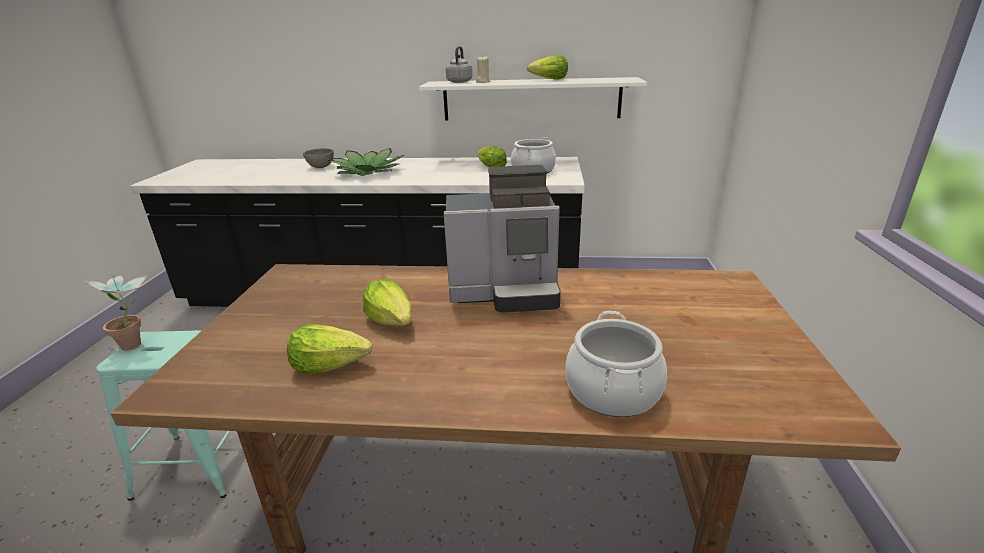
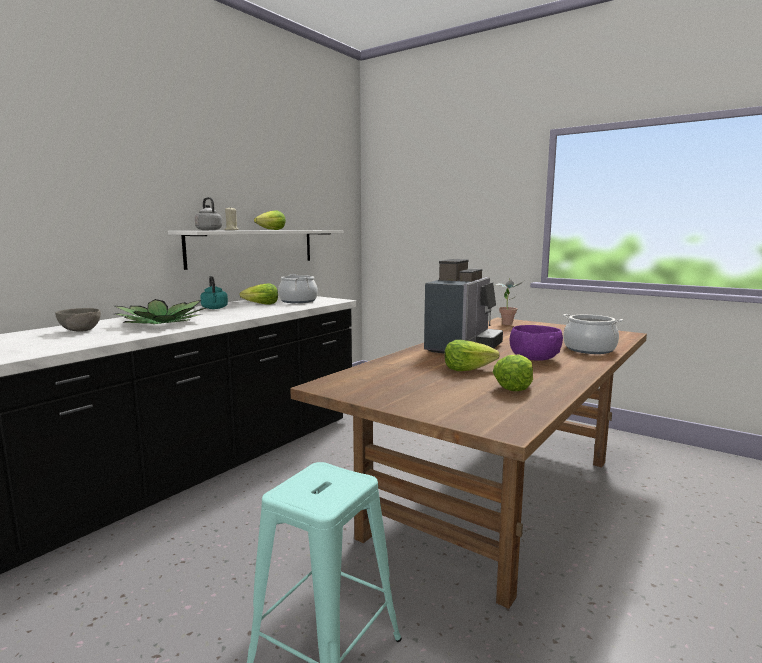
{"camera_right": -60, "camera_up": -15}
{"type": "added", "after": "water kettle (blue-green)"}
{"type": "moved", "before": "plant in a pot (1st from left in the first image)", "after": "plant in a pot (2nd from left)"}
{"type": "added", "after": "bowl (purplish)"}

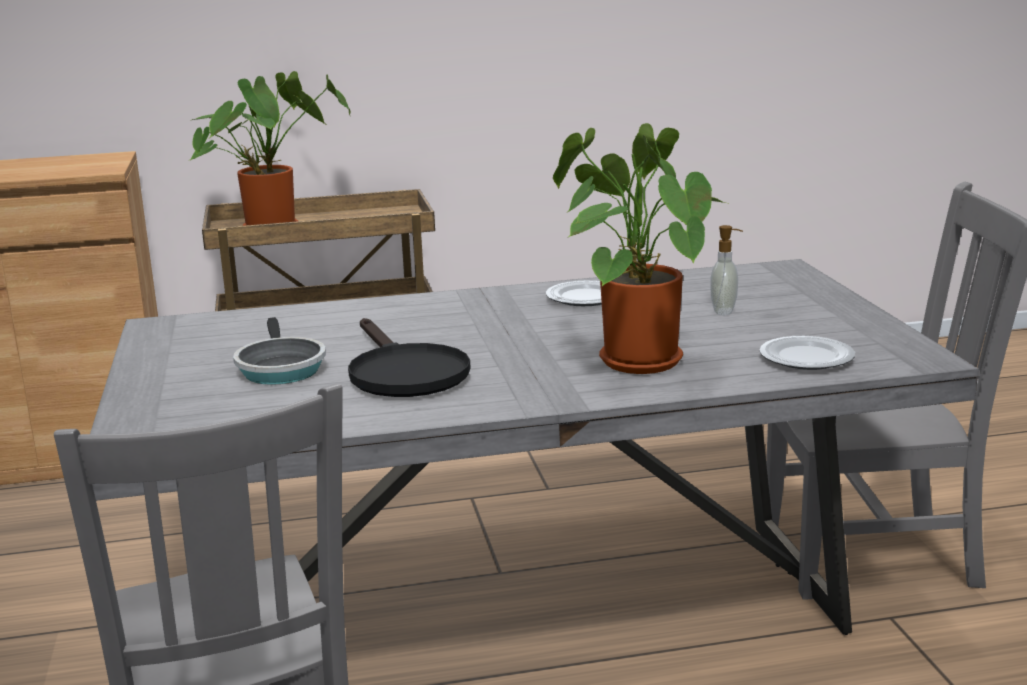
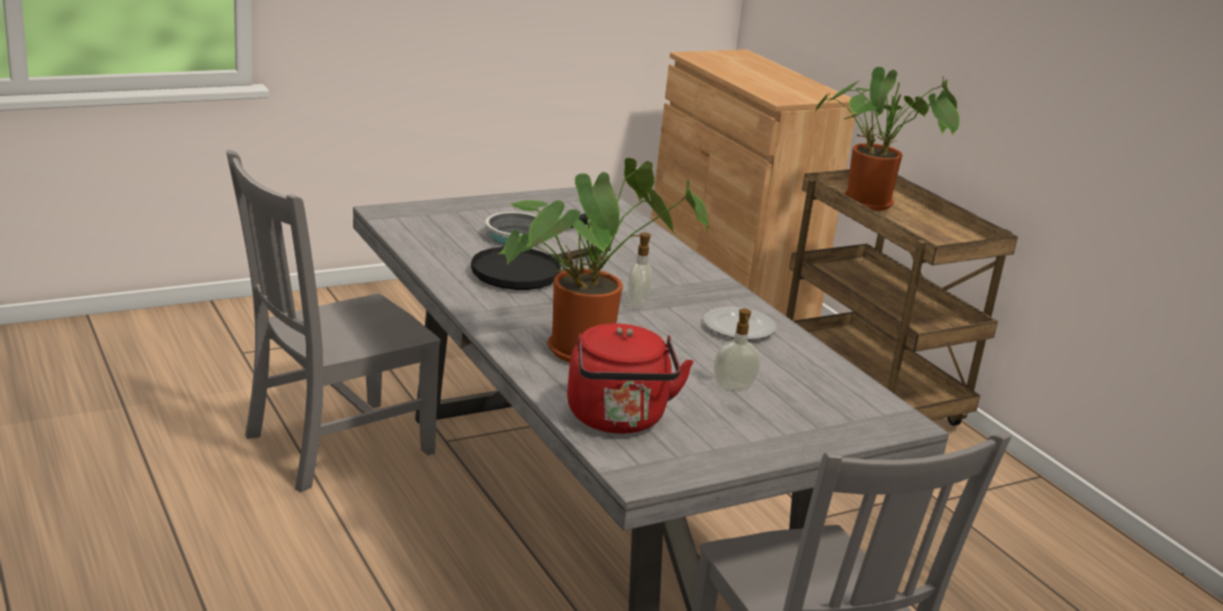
{"camera_right": 70, "camera_up": 5}
{"type": "replaced", "before": "plate (2nd from left)", "after": "water kettle (red)"}
{"type": "added", "after": "liquid soap bottle (1st from left)"}

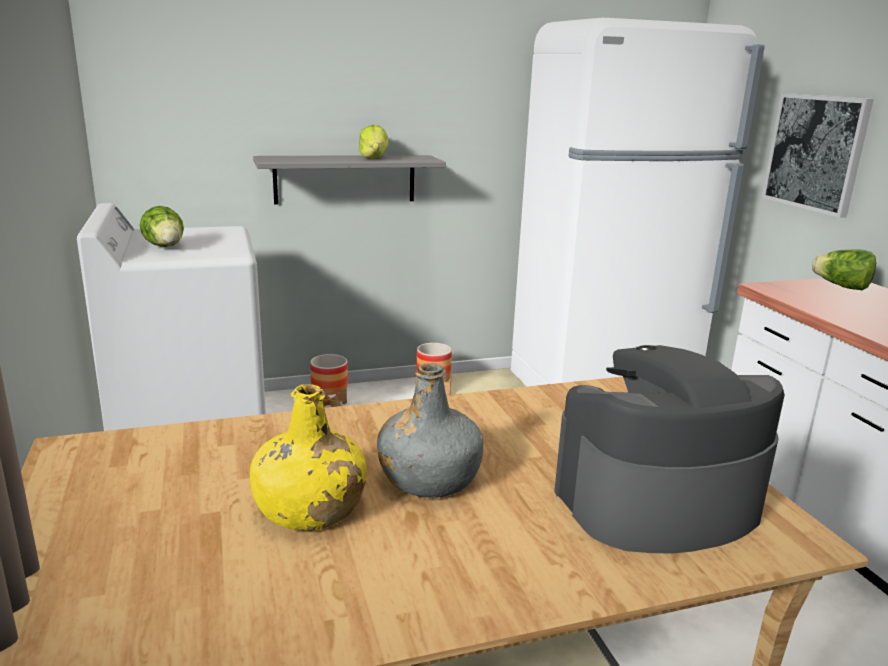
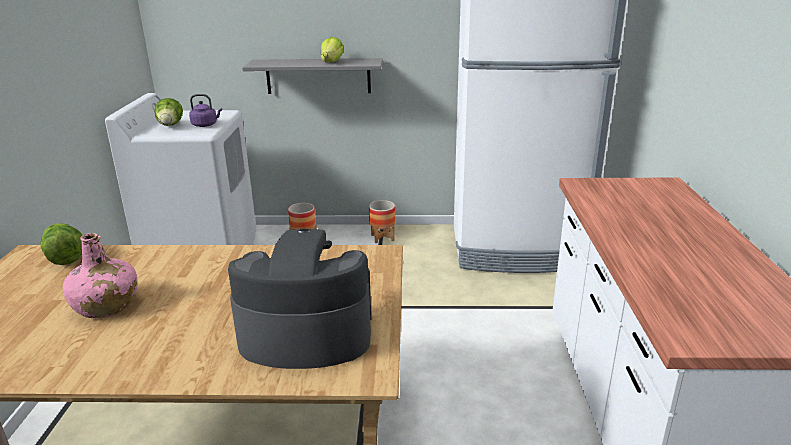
{"camera_right": 20, "camera_up": 5}
{"type": "moved", "before": "lettuce (3rd from left in the first image)", "after": "lettuce (1st from left)"}
{"type": "recoloured", "before": "bottle (yellow)", "after": "bottle (pink-coloured)"}
{"type": "added", "after": "water kettle (purplish)"}
{"type": "removed", "before": "bottle (greyish)"}
{"type": "removed", "before": "wall picture"}

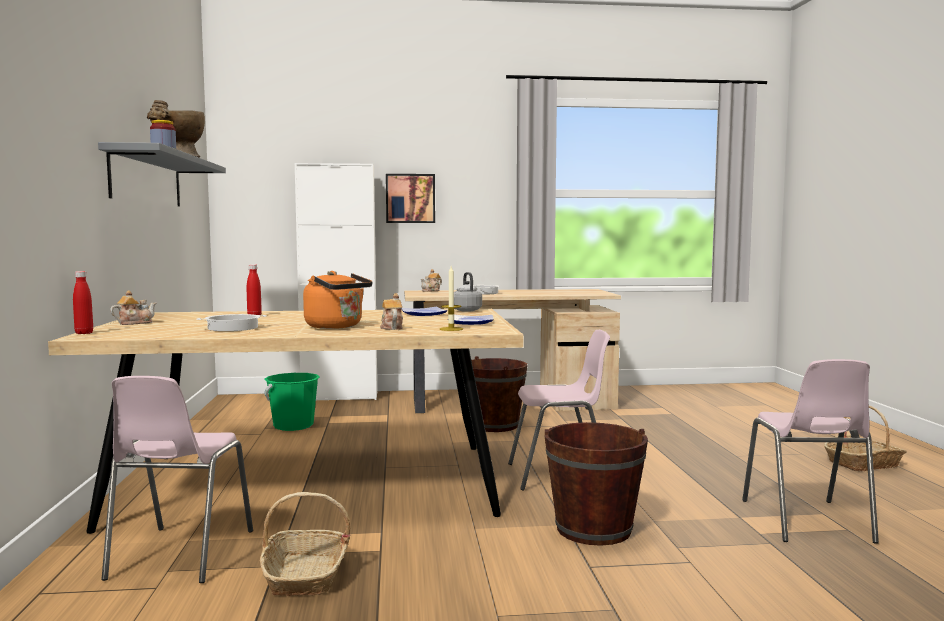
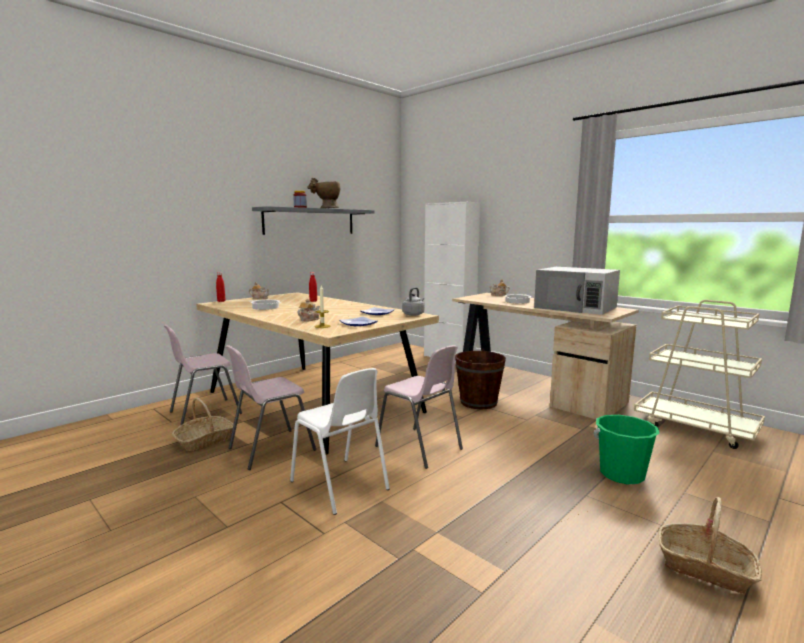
{"camera_right": 50, "camera_up": 5}
{"type": "moved", "before": "upright chair (pink-coloured) (3rd from left in the first image)", "after": "upright chair (pink-coloured) (2nd from left)"}
{"type": "replaced", "before": "water bucket (brown) (2nd from left)", "after": "upright chair (white-coloured)"}
{"type": "added", "after": "microwave (white-coloured)"}
{"type": "moved", "before": "water bucket (green-coloured)"}
{"type": "added", "after": "trolley (beige-coloured)"}
{"type": "removed", "before": "water kettle (orange-coloured)"}
{"type": "removed", "before": "wall picture"}

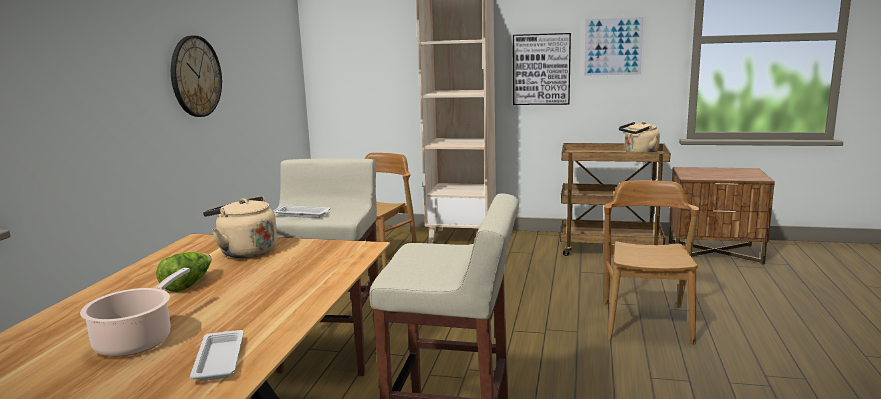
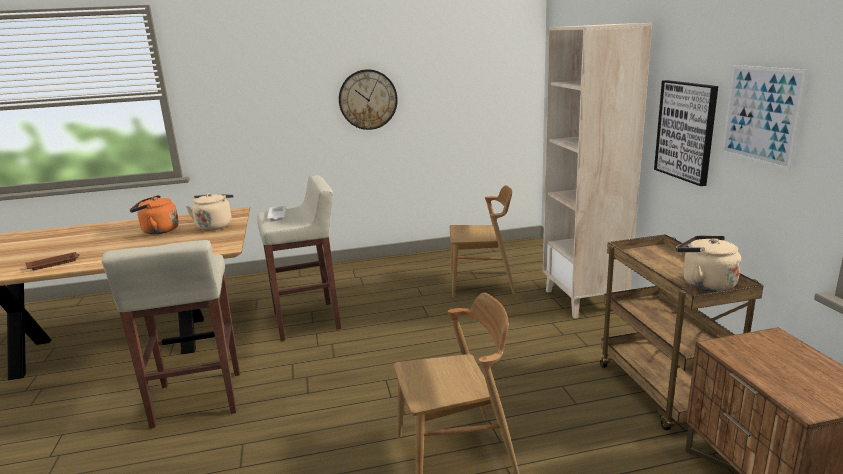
{"camera_right": 65, "camera_up": 5}
{"type": "recoloured", "before": "tray (white-coloured) (1st from left)", "after": "tray (brown)"}
{"type": "replaced", "before": "lettuce", "after": "water kettle (orange-coloured)"}
{"type": "removed", "before": "saucepot"}

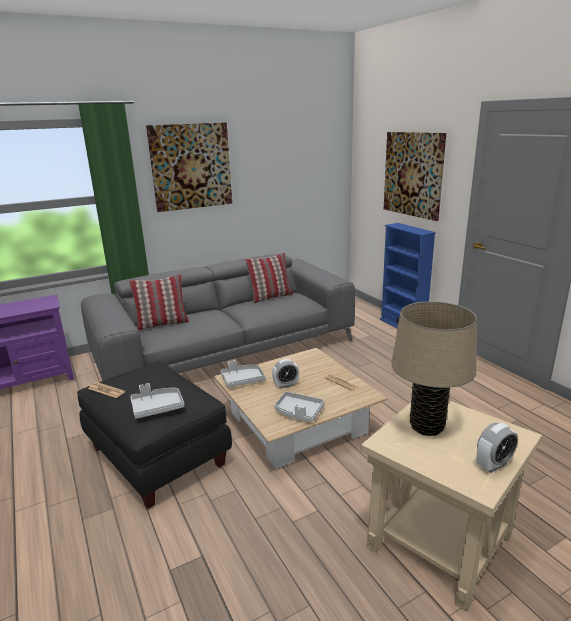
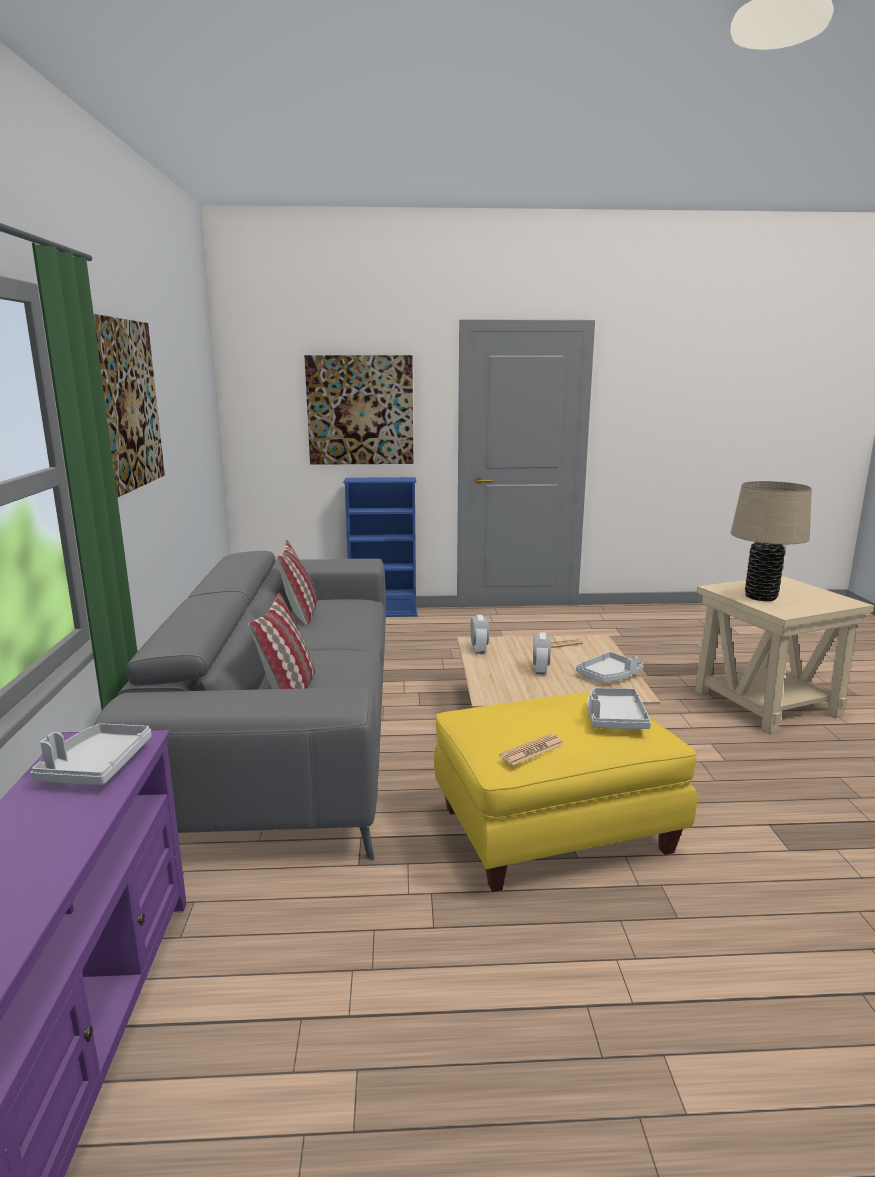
{"camera_right": -65, "camera_up": -5}
{"type": "moved", "before": "tray (greyish) (2nd from left in the first image)", "after": "tray (greyish) (1st from left)"}
{"type": "recoloured", "before": "footrest (blackish)", "after": "footrest (yellow)"}
{"type": "moved", "before": "table clock (2nd from left in the first image)", "after": "table clock (1st from left)"}

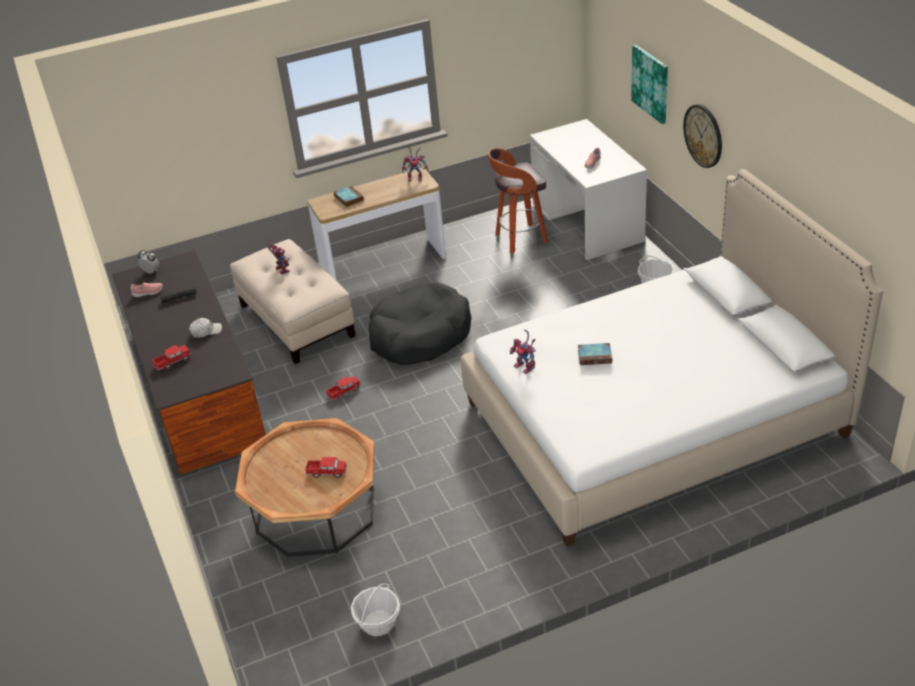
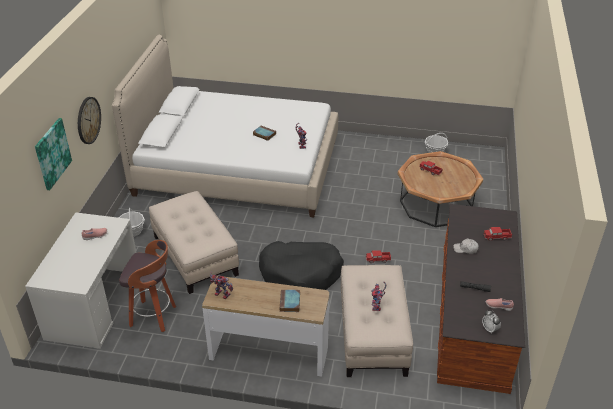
{"camera_right": -150, "camera_up": 0}
{"type": "added", "after": "footrest (beige-coloured) (1st from left)"}

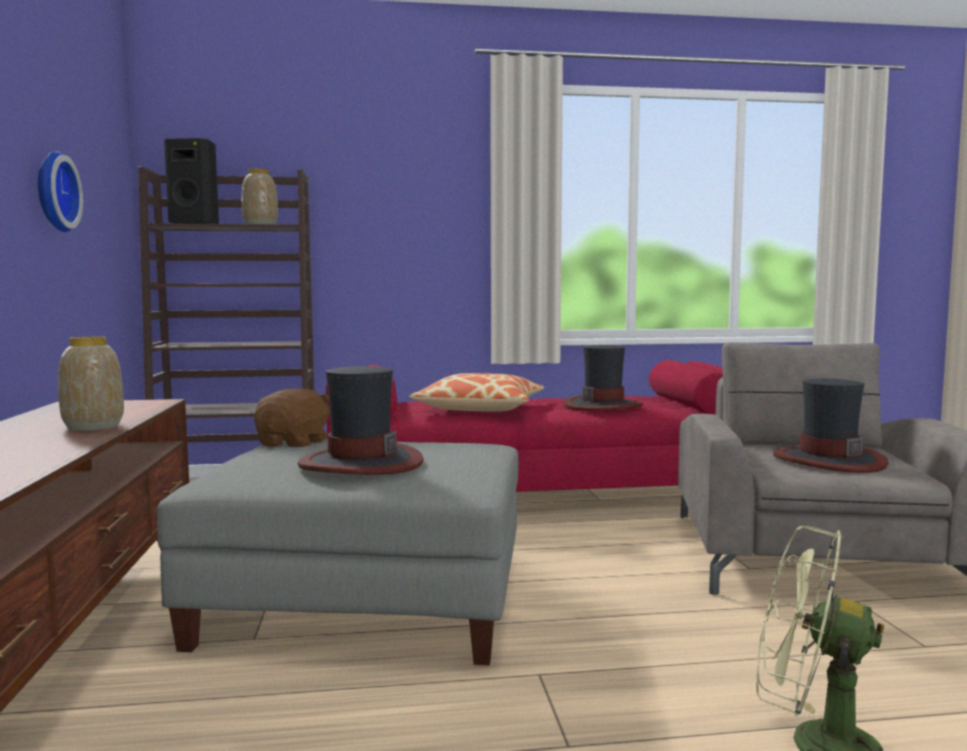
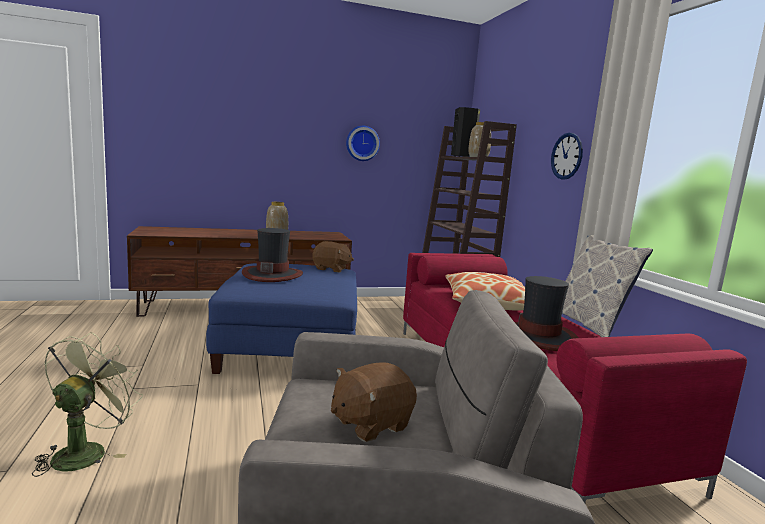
{"camera_right": 80, "camera_up": 5}
{"type": "recoloured", "before": "footrest (greyish)", "after": "footrest (blue-coloured)"}
{"type": "replaced", "before": "wearable hat (3rd from left)", "after": "plush toy (brown) (2nd from left)"}
{"type": "added", "after": "clock on the wall (2nd from left)"}
{"type": "added", "after": "throw pillow (2nd from left)"}

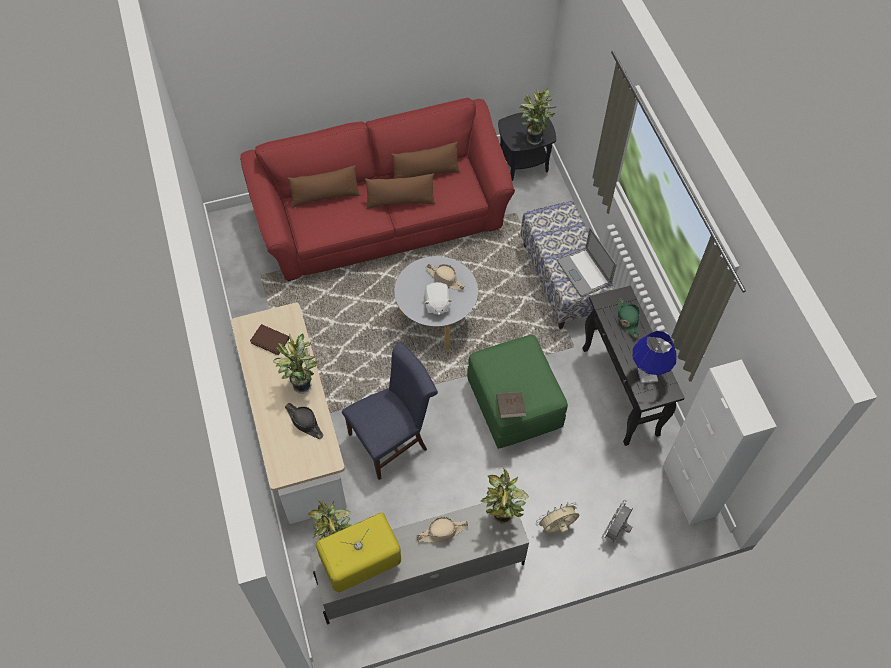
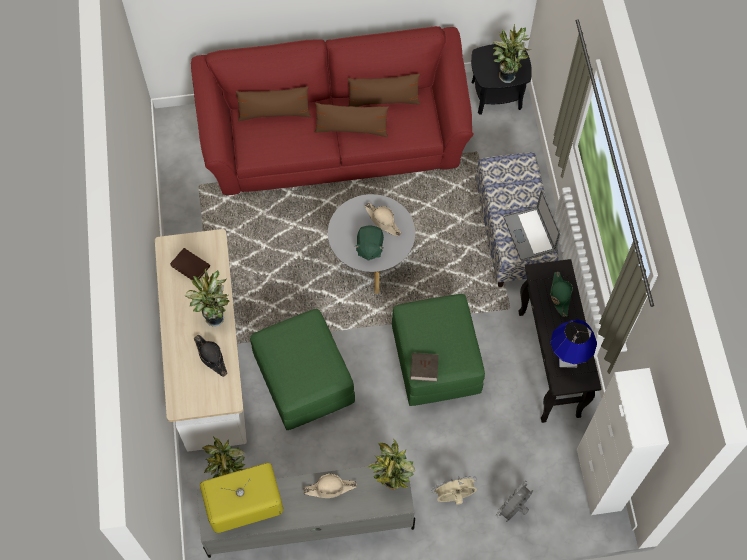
{"camera_right": 10, "camera_up": 5}
{"type": "replaced", "before": "upright chair (blue-coloured)", "after": "footrest (green-coloured) (1st from left)"}
{"type": "recoloured", "before": "plush toy (white-coloured)", "after": "plush toy (green-coloured)"}

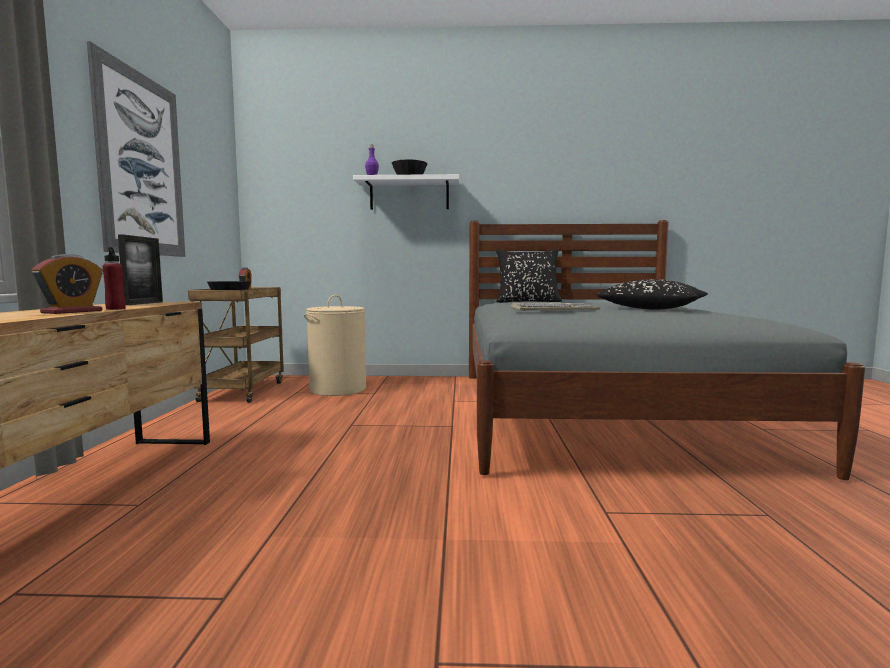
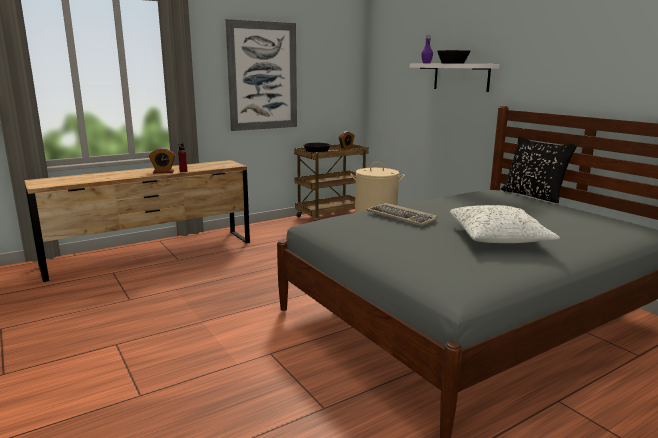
{"camera_right": 55, "camera_up": 10}
{"type": "recoloured", "before": "throw pillow (blackish) (2nd from left)", "after": "throw pillow (white-coloured)"}
{"type": "removed", "before": "photo frame"}

